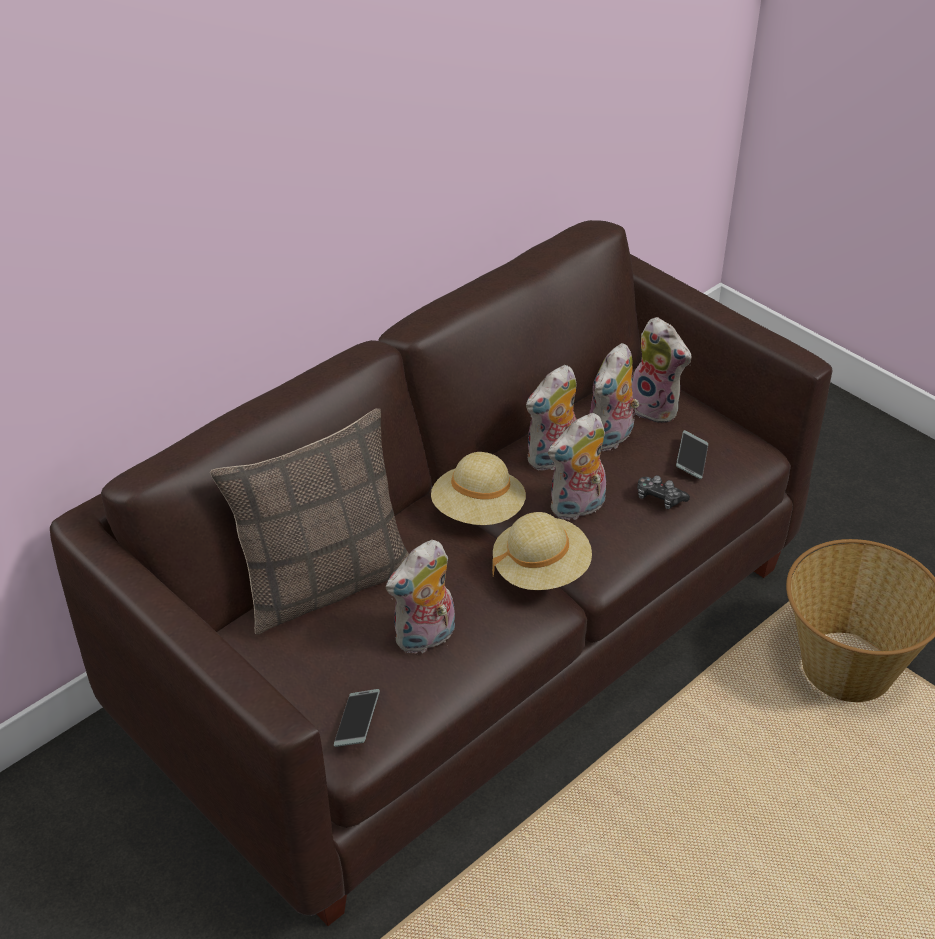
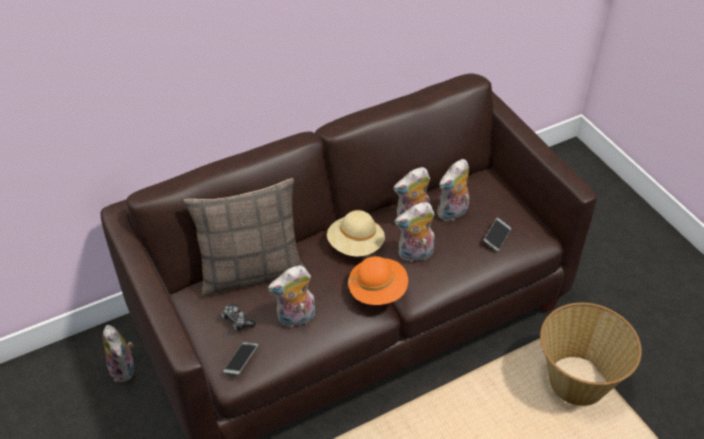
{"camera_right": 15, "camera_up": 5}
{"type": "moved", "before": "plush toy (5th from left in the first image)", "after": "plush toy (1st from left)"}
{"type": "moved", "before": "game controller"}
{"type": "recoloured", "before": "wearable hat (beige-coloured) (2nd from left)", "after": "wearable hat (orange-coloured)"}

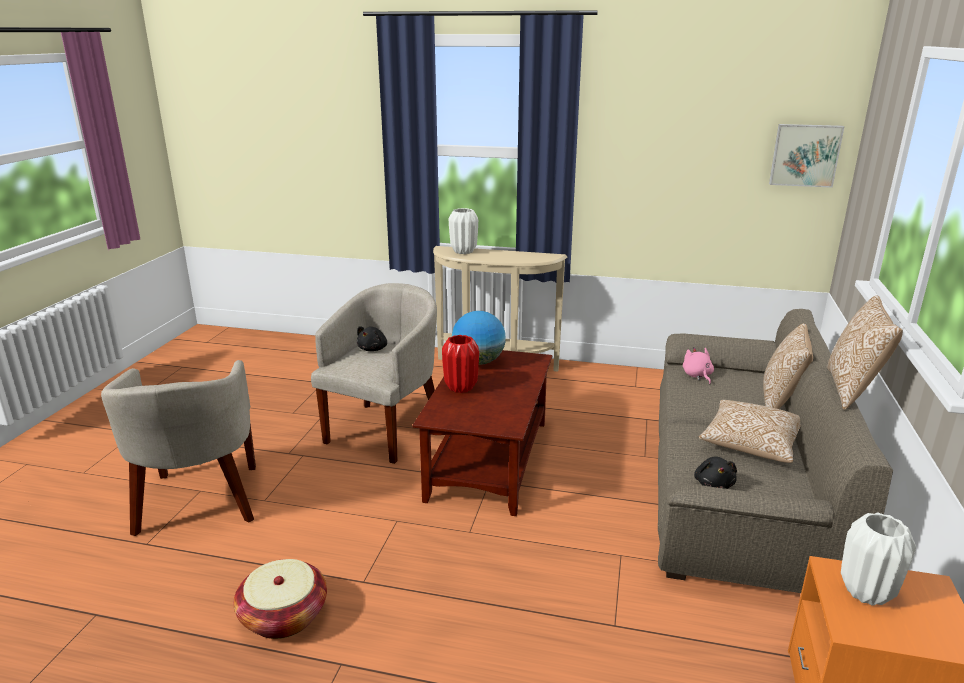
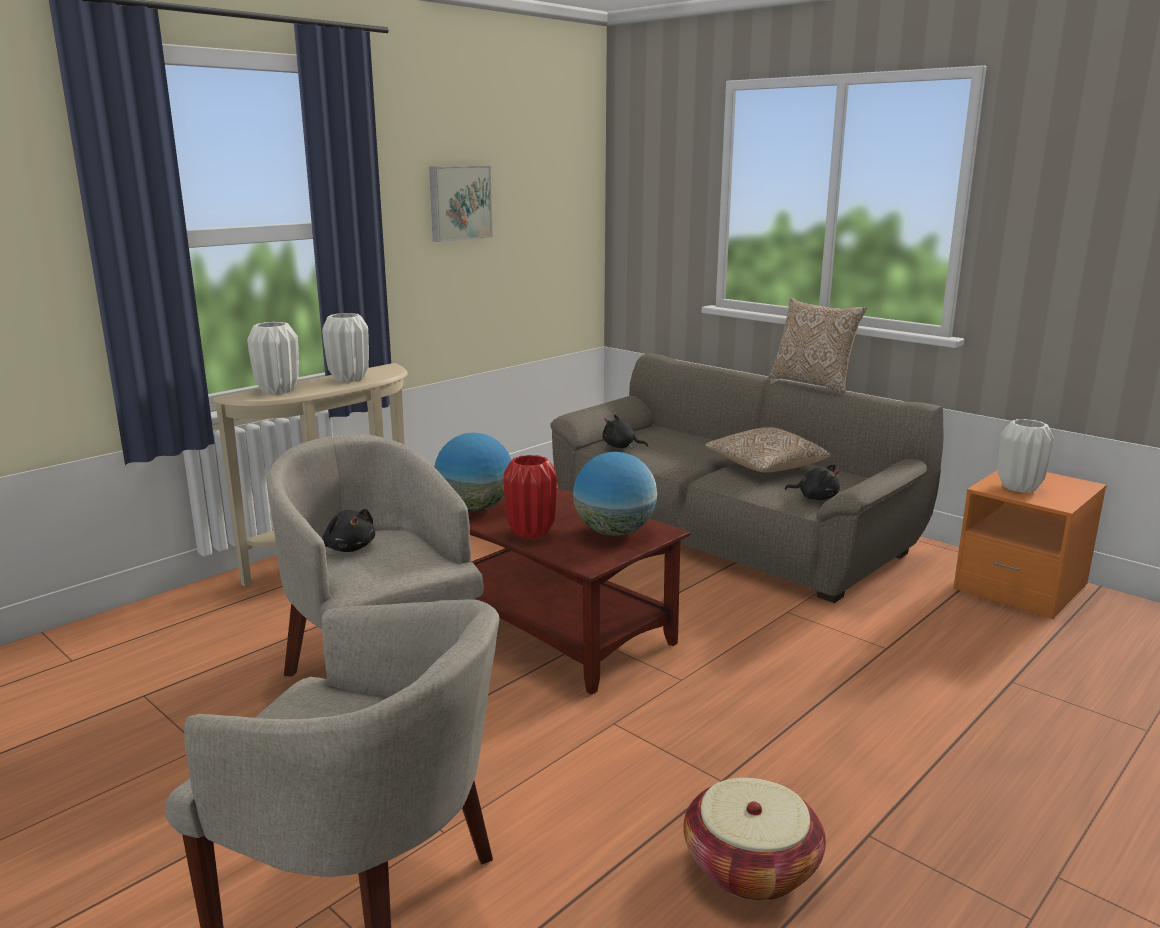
{"camera_right": -60, "camera_up": -5}
{"type": "added", "after": "decorative vase (white-coloured) (2nd from left)"}
{"type": "moved", "before": "wall picture"}
{"type": "added", "after": "globe (2nd from left)"}
{"type": "recoloured", "before": "plush toy (pink-coloured)", "after": "plush toy (blackish) (2nd from left)"}
{"type": "removed", "before": "throw pillow (2nd from left)"}

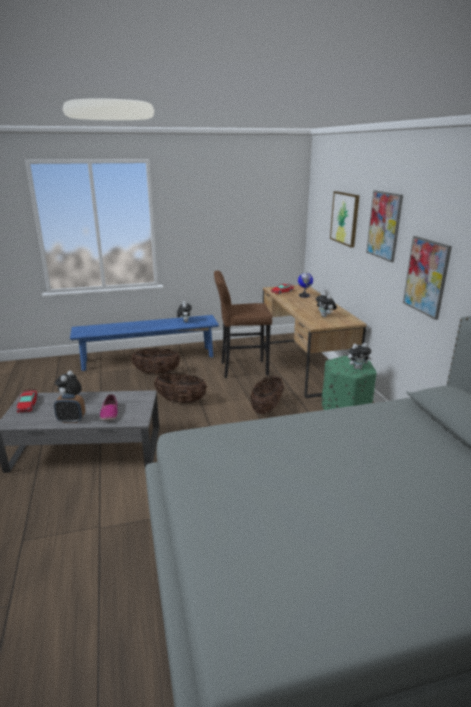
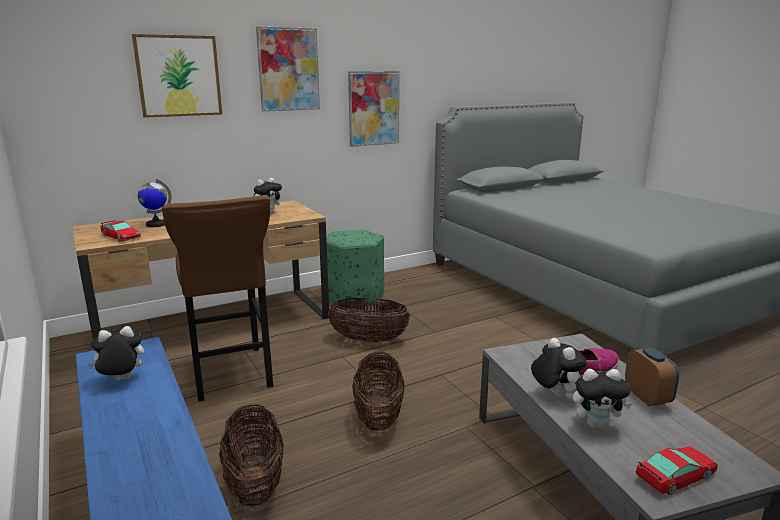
{"camera_right": -105, "camera_up": -5}
{"type": "moved", "before": "plush toy (4th from left in the first image)", "after": "plush toy (3rd from left)"}

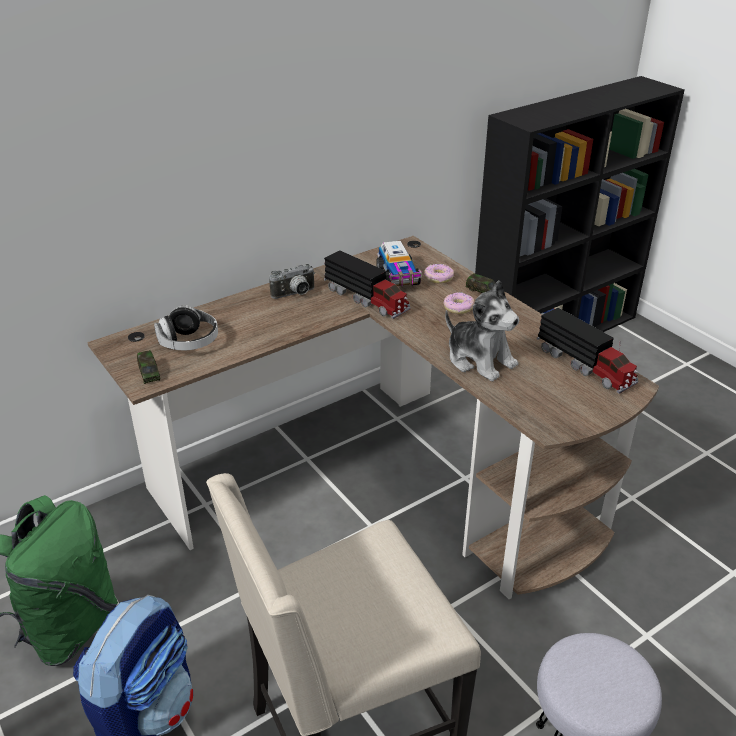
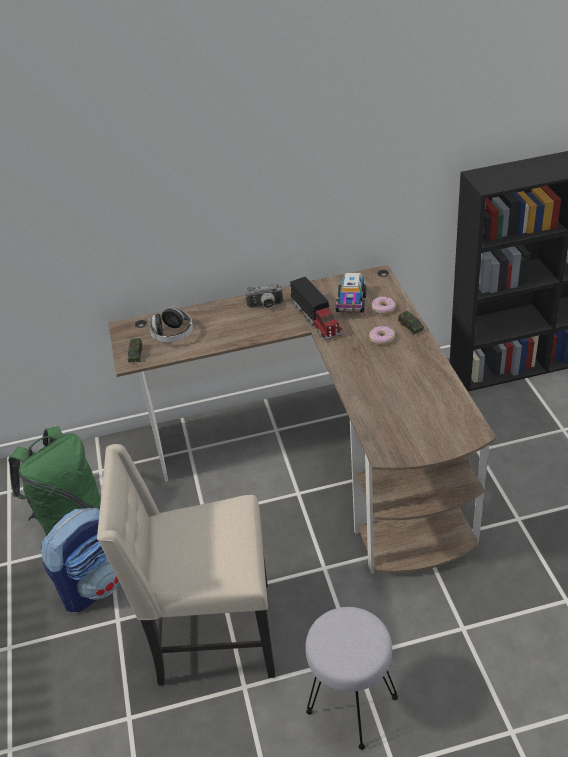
{"camera_right": 25, "camera_up": 5}
{"type": "removed", "before": "plush toy"}
{"type": "removed", "before": "toy truck (3rd from left)"}

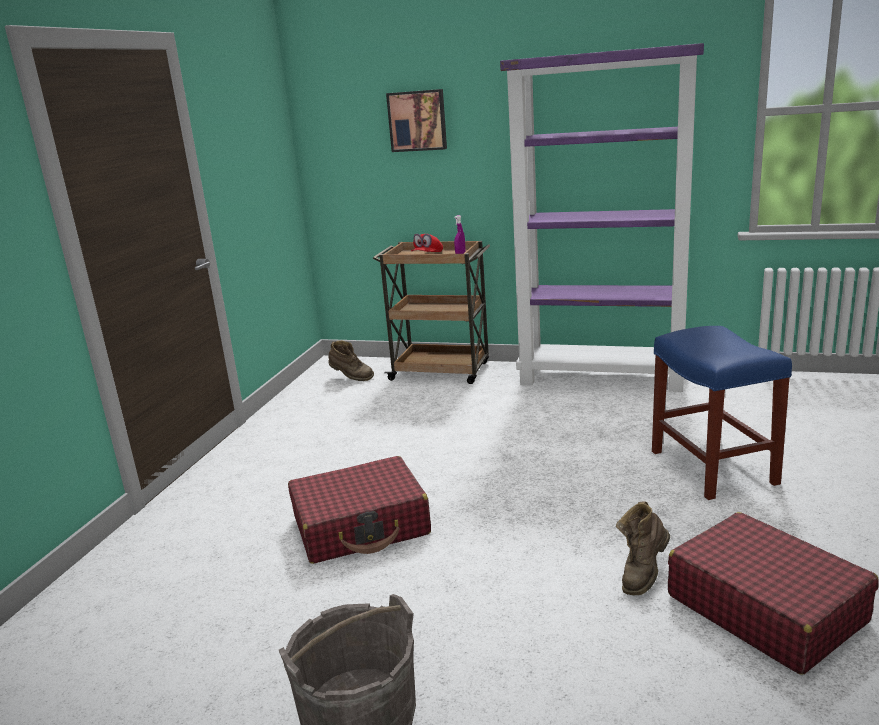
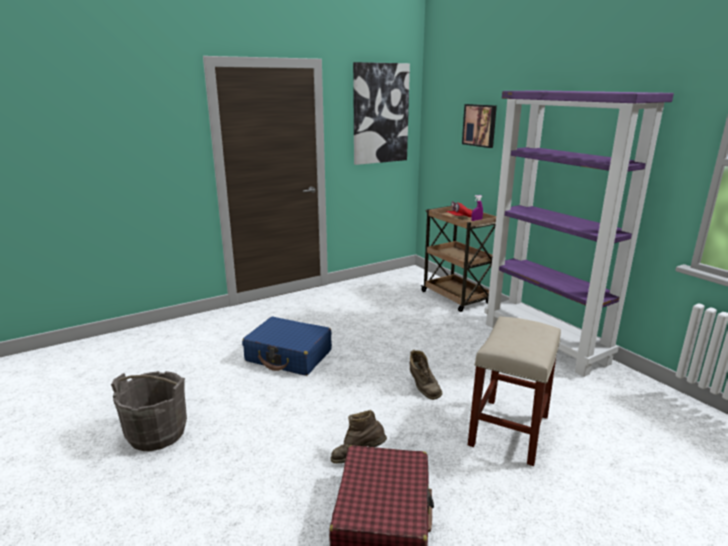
{"camera_right": 40, "camera_up": 0}
{"type": "recoloured", "before": "piece of luggage (red) (1st from left)", "after": "piece of luggage (blue-coloured)"}
{"type": "added", "after": "wall picture (1st from left)"}
{"type": "moved", "before": "tall boot (brown) (1st from left in the first image)", "after": "tall boot (brown) (2nd from left)"}
{"type": "recoloured", "before": "stool seat (blue-coloured)", "after": "stool seat (beige-coloured)"}

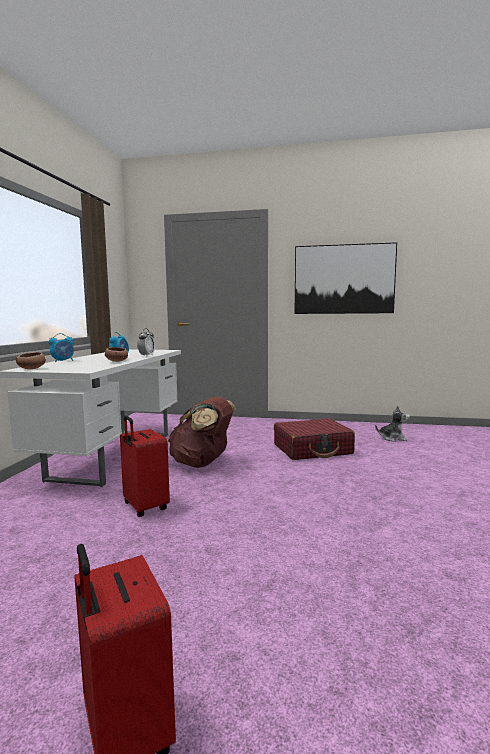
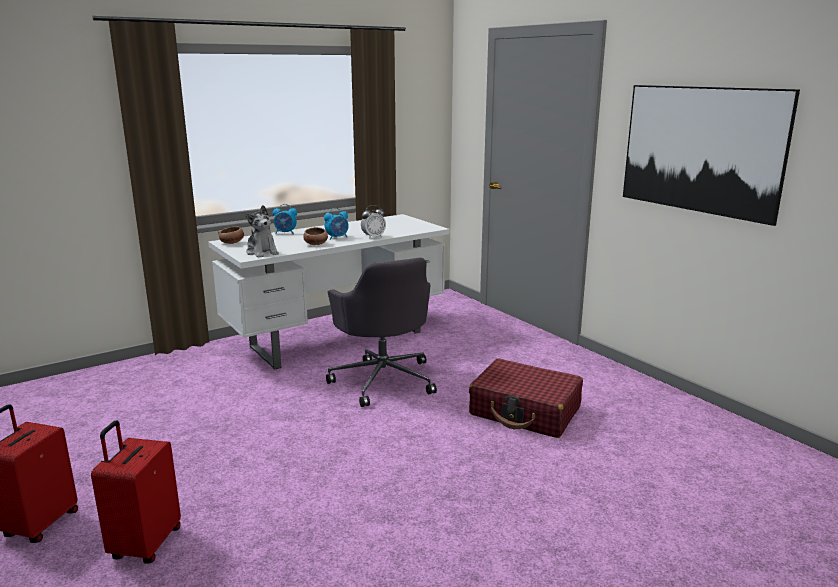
{"camera_right": 45, "camera_up": 10}
{"type": "moved", "before": "piece of luggage (red) (2nd from left)"}
{"type": "moved", "before": "plush toy"}
{"type": "replaced", "before": "knapsack (brown)", "after": "office chair (greyish)"}

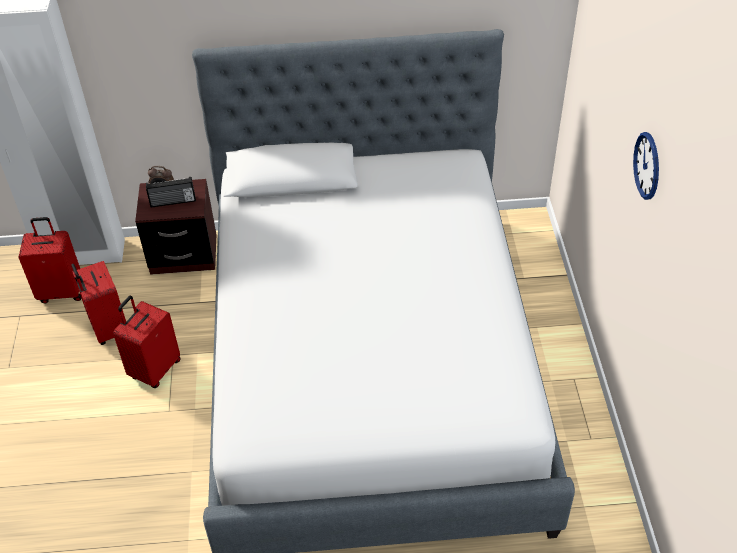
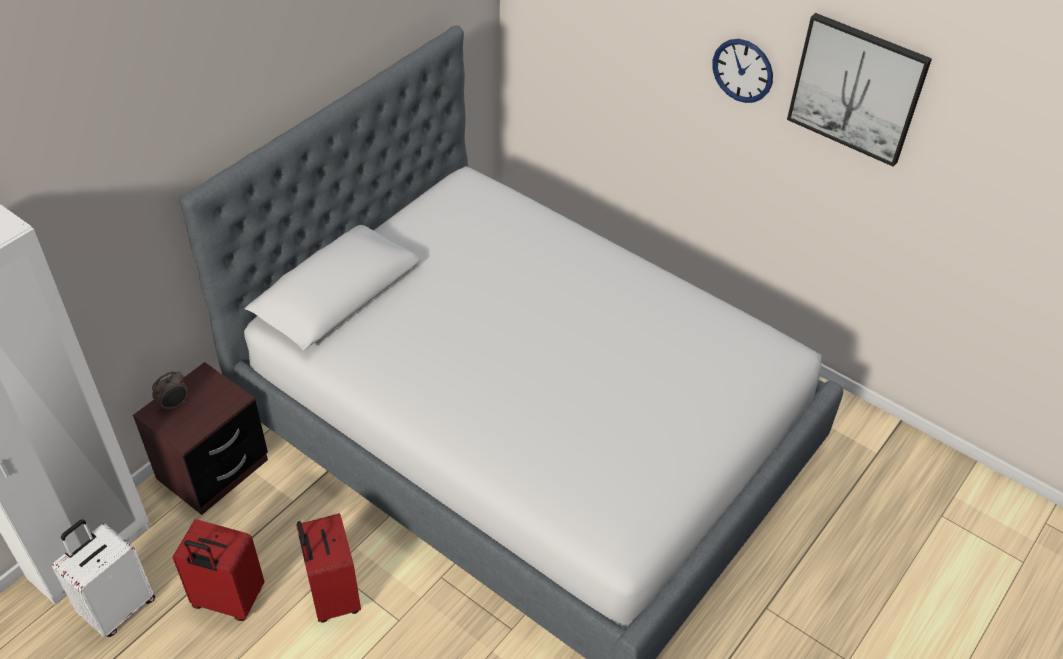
{"camera_right": -50, "camera_up": 0}
{"type": "recoloured", "before": "piece of luggage (red) (1st from left)", "after": "piece of luggage (white-coloured)"}
{"type": "added", "after": "wall picture"}
{"type": "removed", "before": "radio set"}

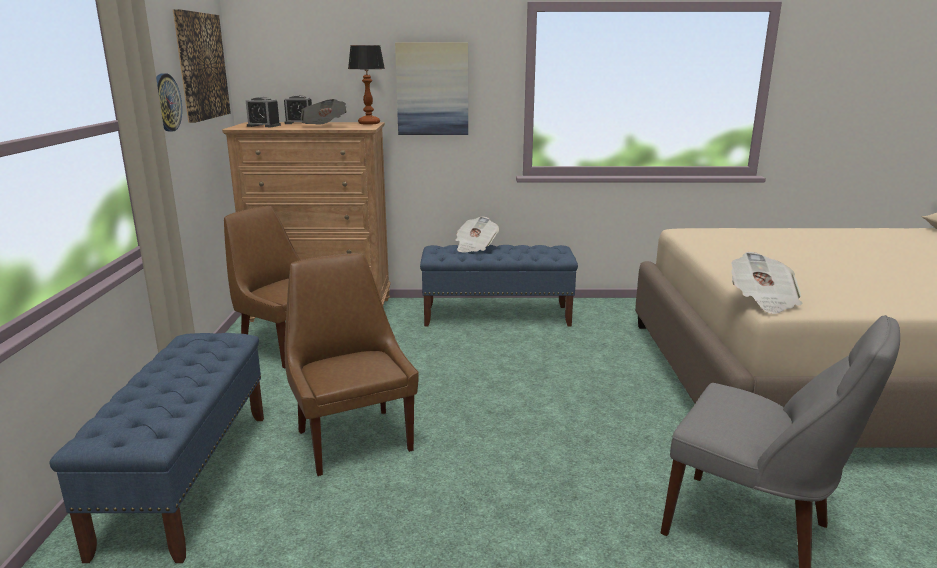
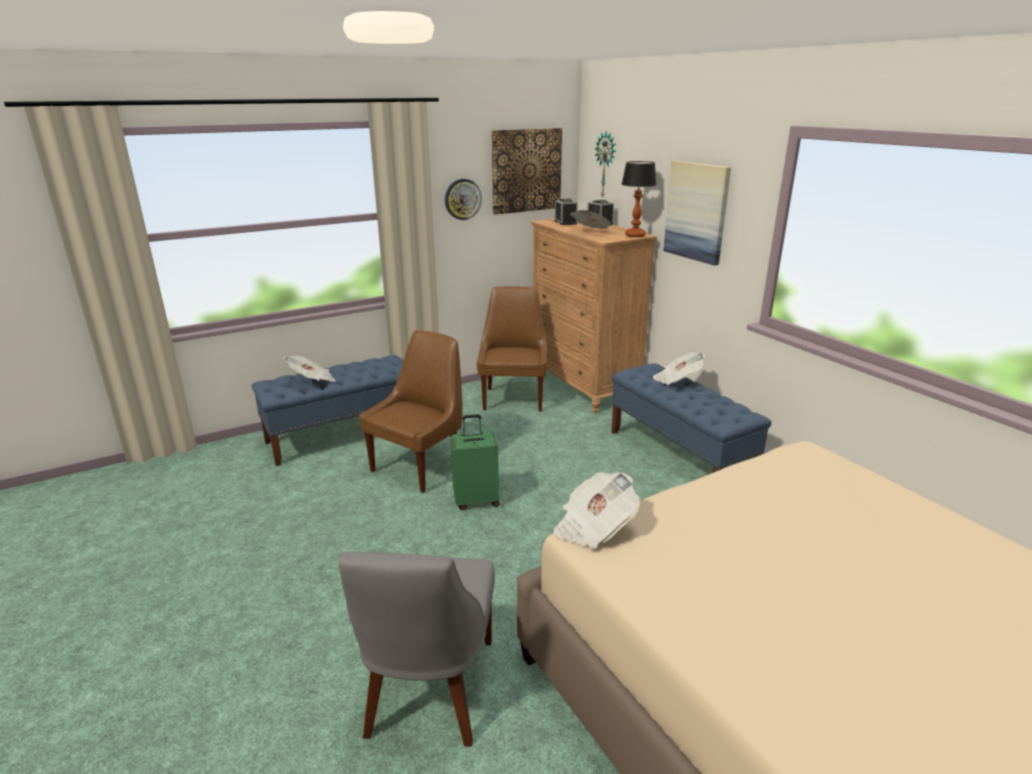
{"camera_right": 60, "camera_up": 5}
{"type": "added", "after": "daily paper (1st from left)"}
{"type": "added", "after": "piece of luggage (green-coloured)"}
{"type": "added", "after": "clock on the wall (2nd from left)"}

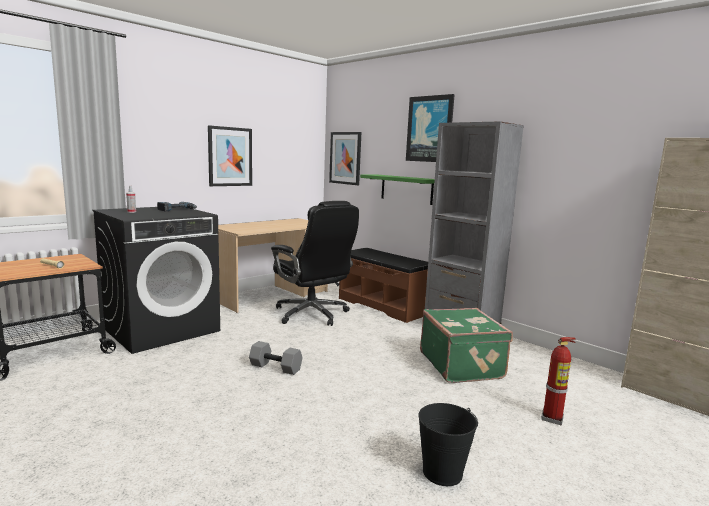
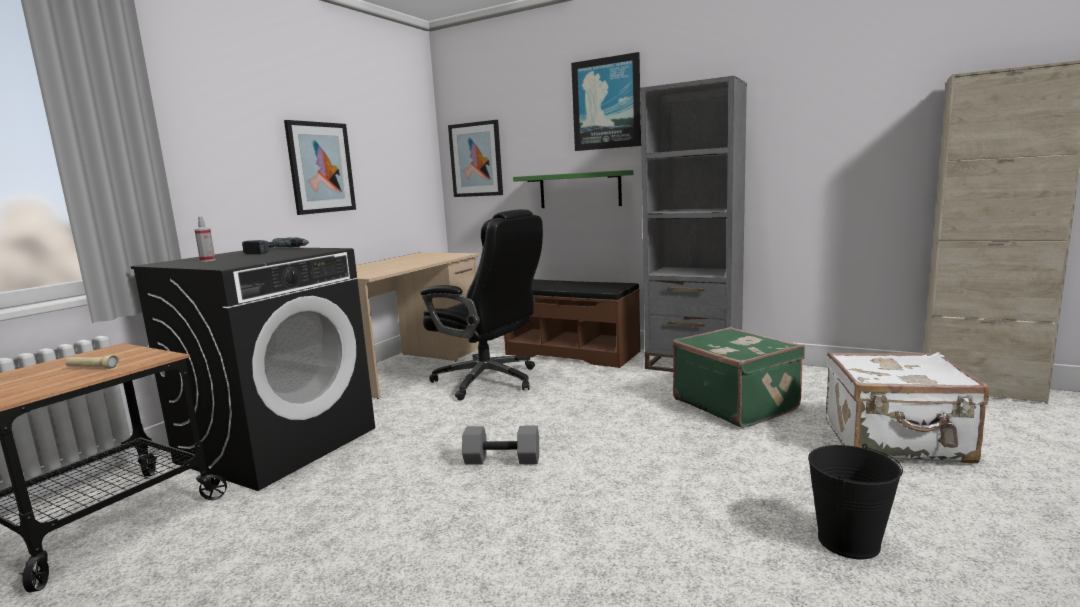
{"camera_right": -15, "camera_up": 0}
{"type": "replaced", "before": "fire extinguisher", "after": "piece of luggage (white-coloured)"}

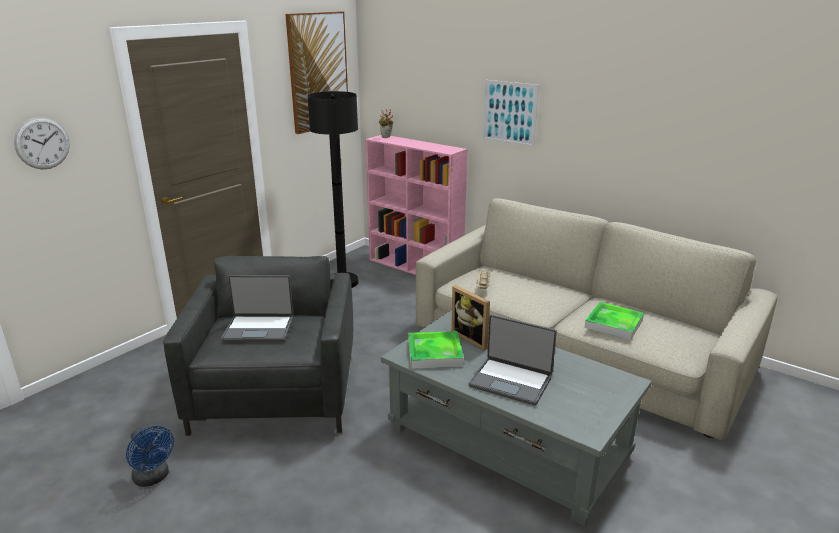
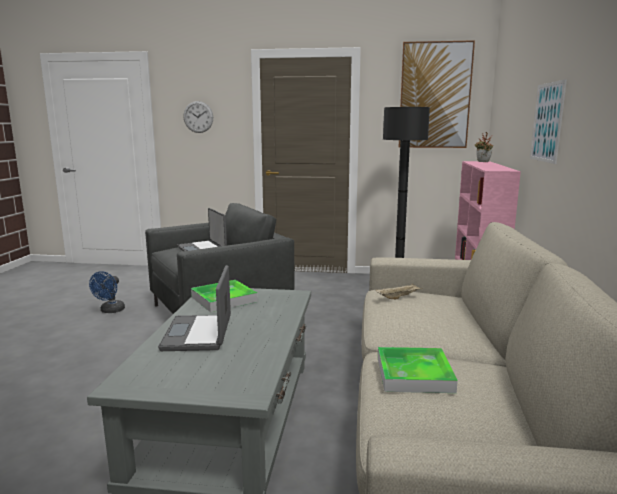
{"camera_right": 60, "camera_up": -10}
{"type": "removed", "before": "photo frame"}

